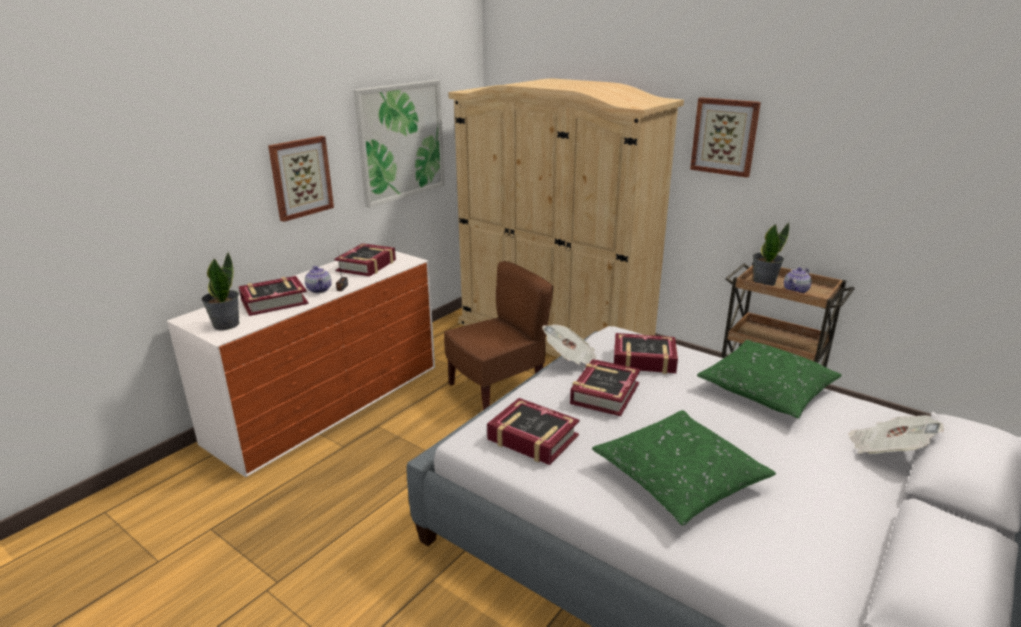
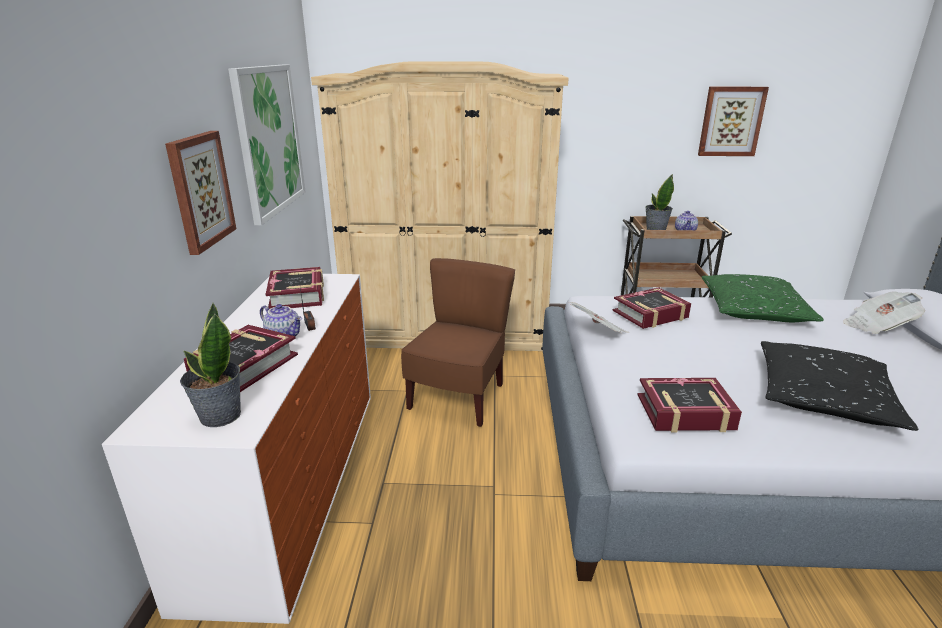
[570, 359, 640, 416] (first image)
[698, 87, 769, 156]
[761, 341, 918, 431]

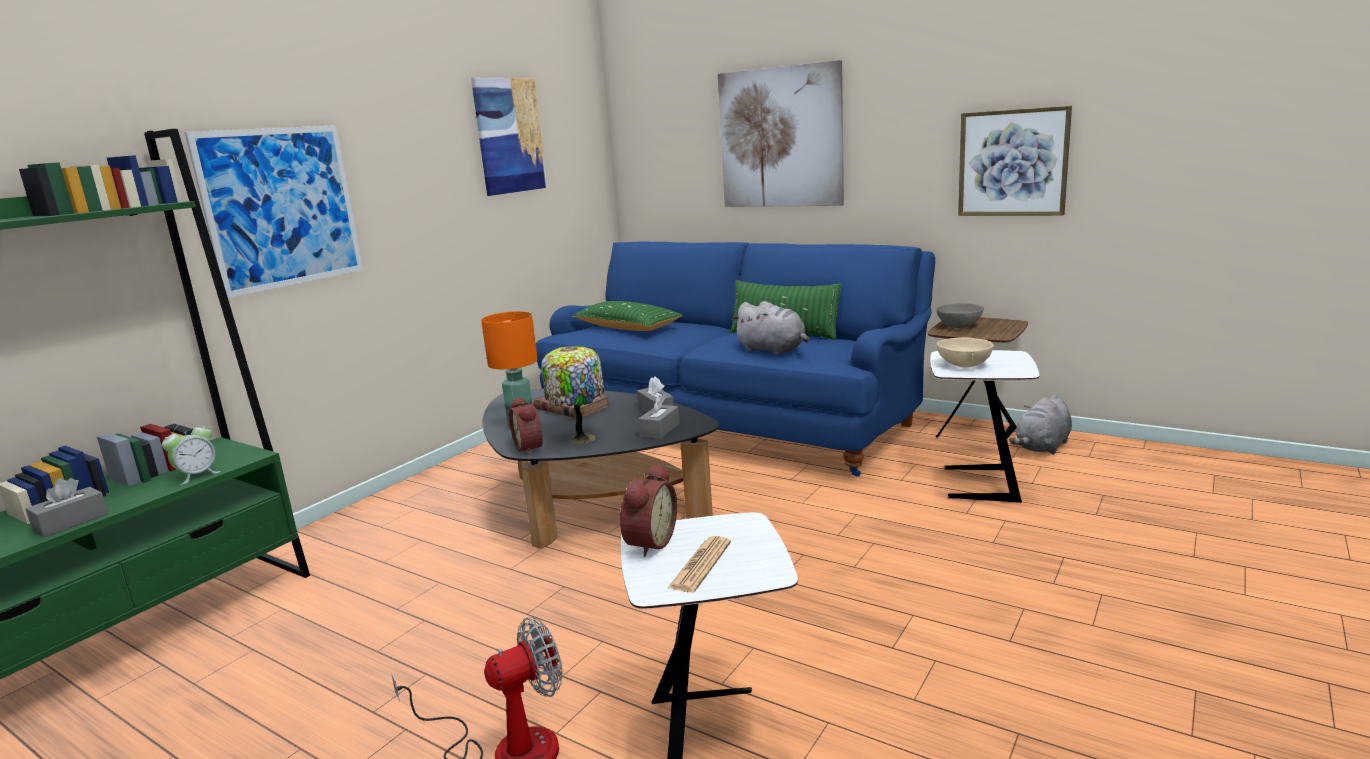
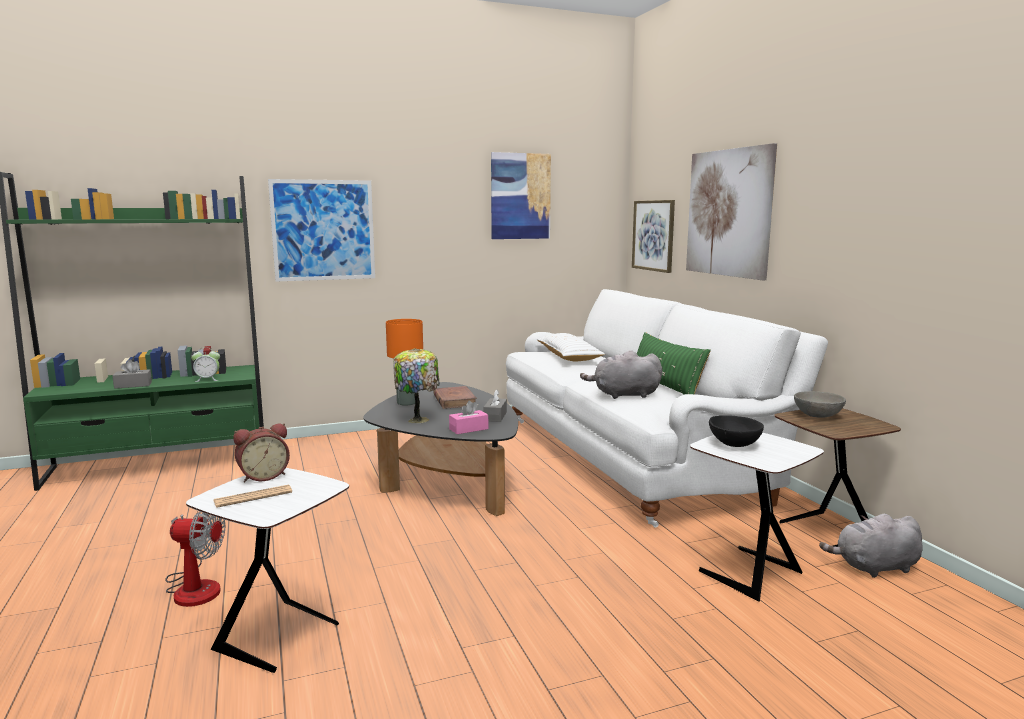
[509, 397, 543, 455] (first image)
[632, 200, 675, 273]
[506, 289, 828, 528]
[537, 333, 605, 361]
[449, 401, 488, 434]
[709, 416, 764, 447]
[580, 350, 662, 399]

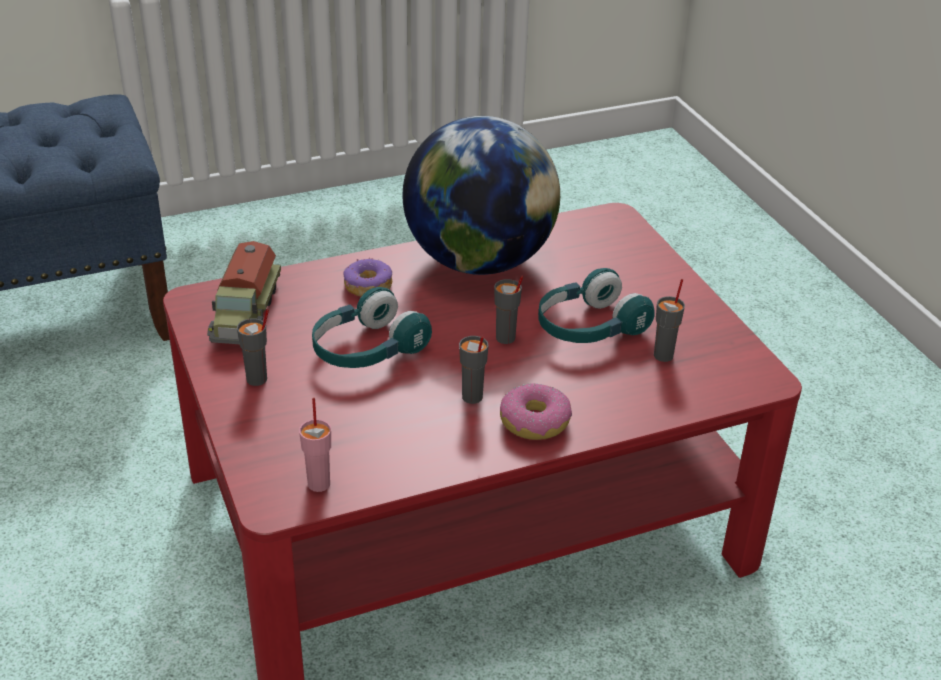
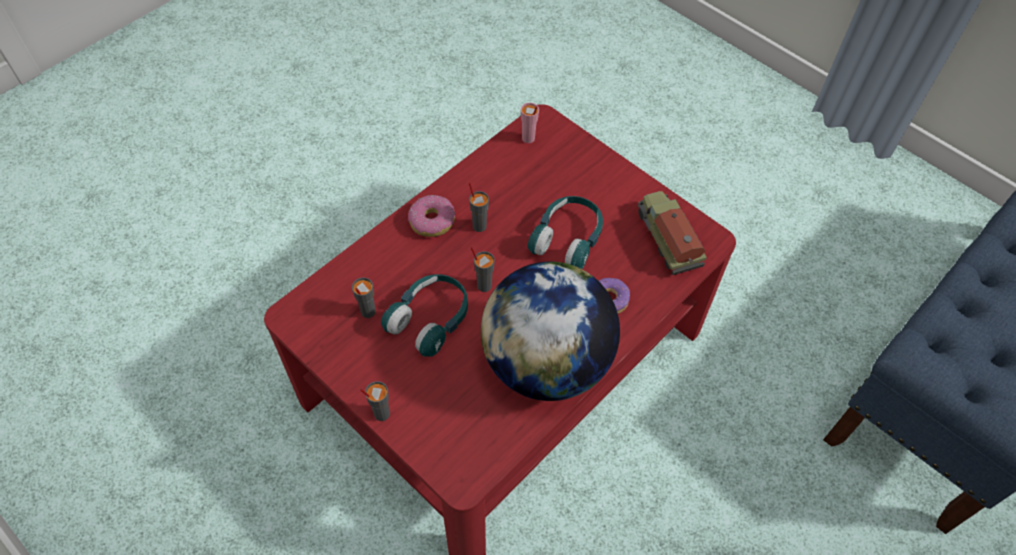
[360, 381, 390, 421]

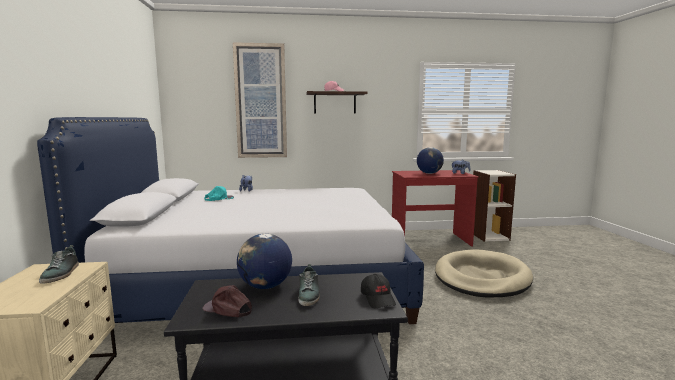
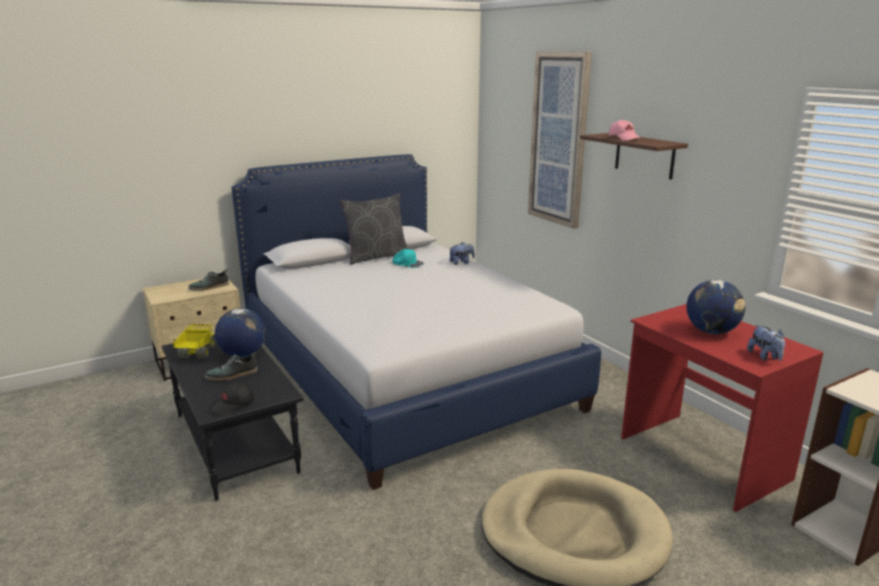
[340, 193, 408, 265]
[173, 324, 214, 358]

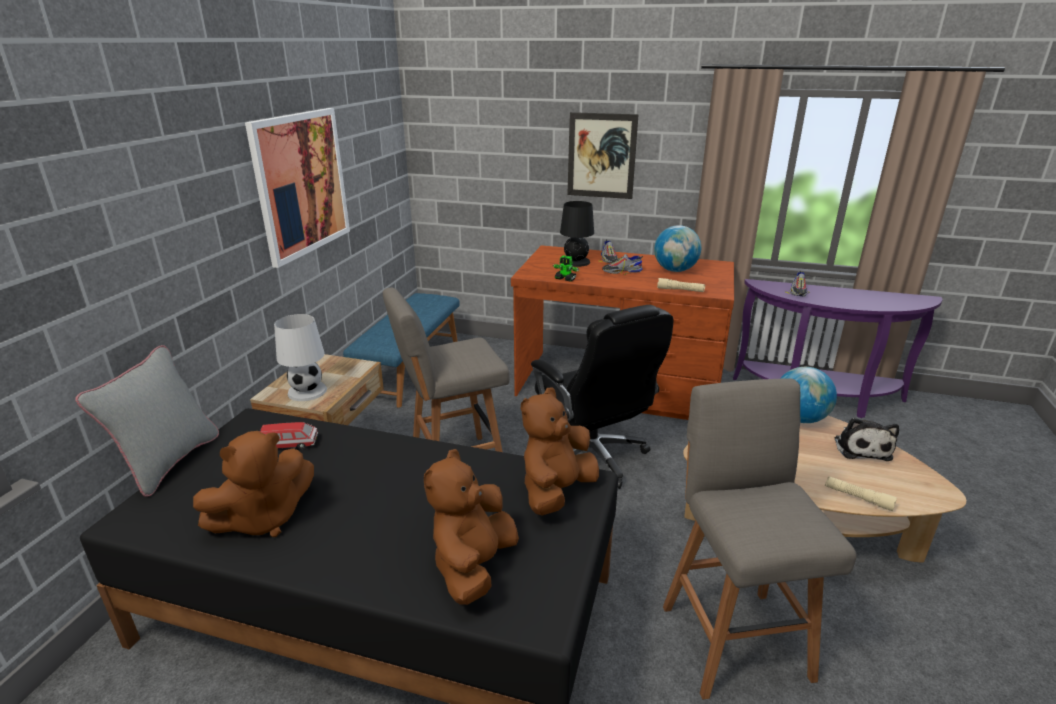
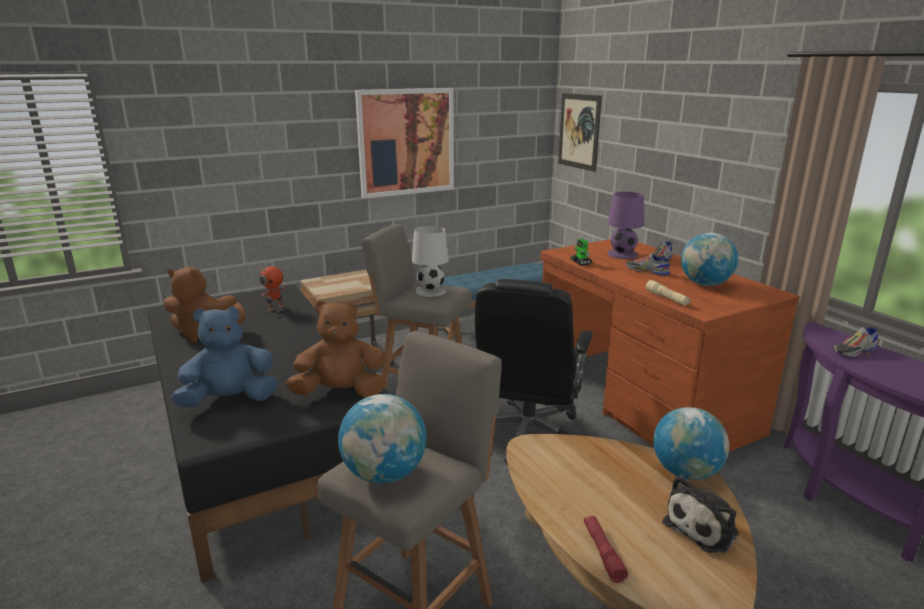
[75, 345, 219, 497] (first image)
[338, 394, 427, 484]
[412, 226, 449, 297]
[558, 93, 602, 172]
[258, 266, 285, 311]
[171, 306, 278, 407]
[608, 192, 644, 259]
[584, 516, 628, 583]

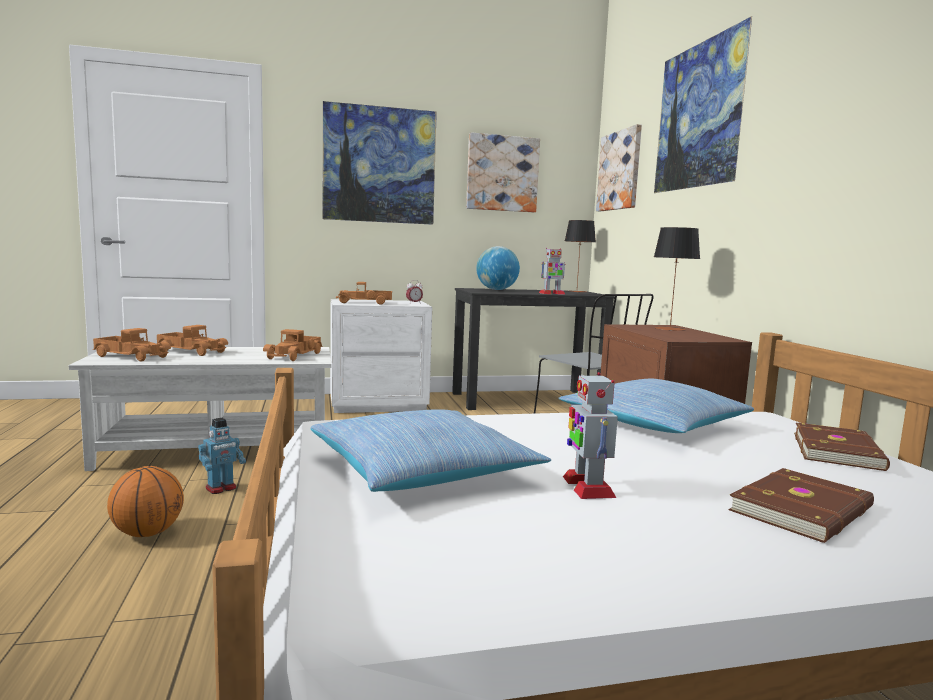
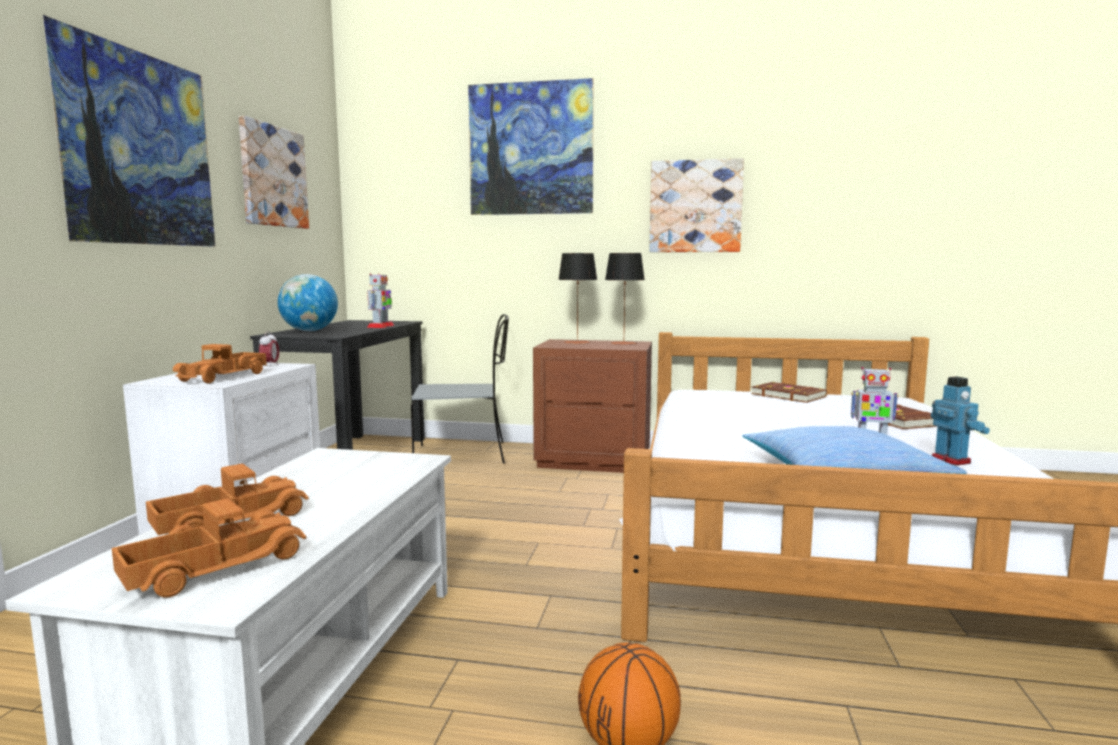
[263, 329, 323, 361] (first image)
[558, 379, 754, 433] (first image)
[931, 377, 990, 466]
[605, 253, 645, 345]
[649, 158, 744, 252]

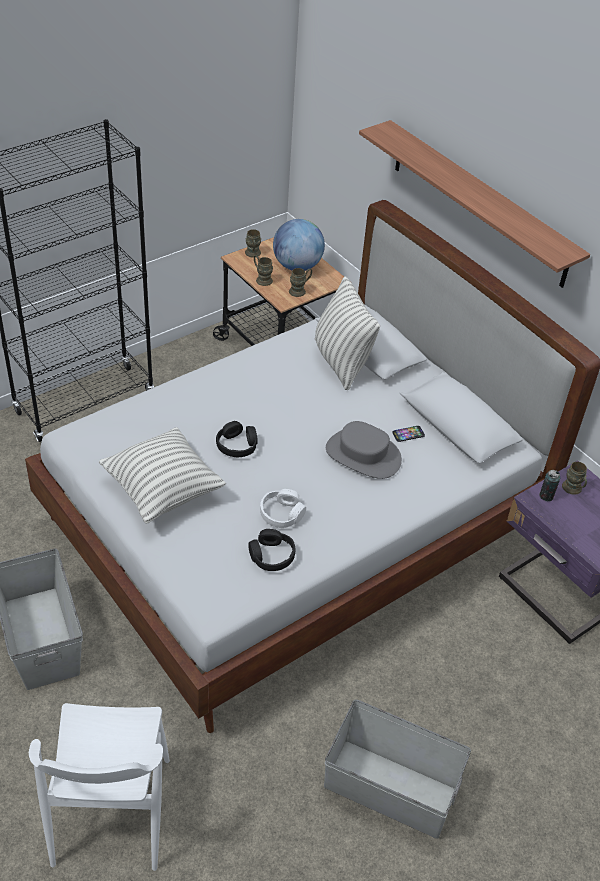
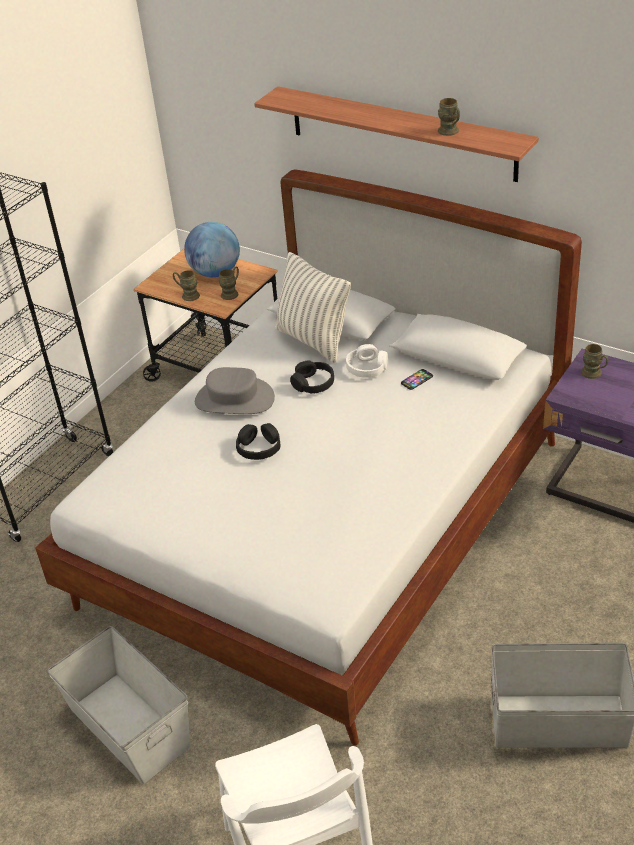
[99, 427, 226, 523] (first image)
[539, 470, 560, 501] (first image)
[438, 98, 460, 136]
[290, 361, 334, 394]
[346, 344, 388, 378]
[195, 367, 275, 414]

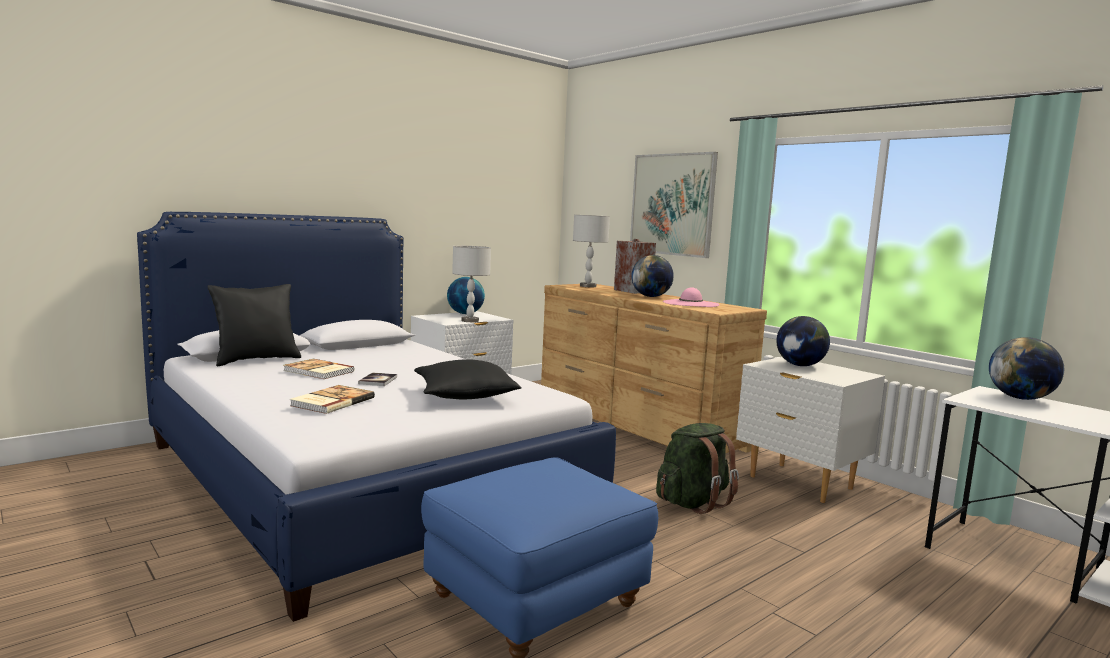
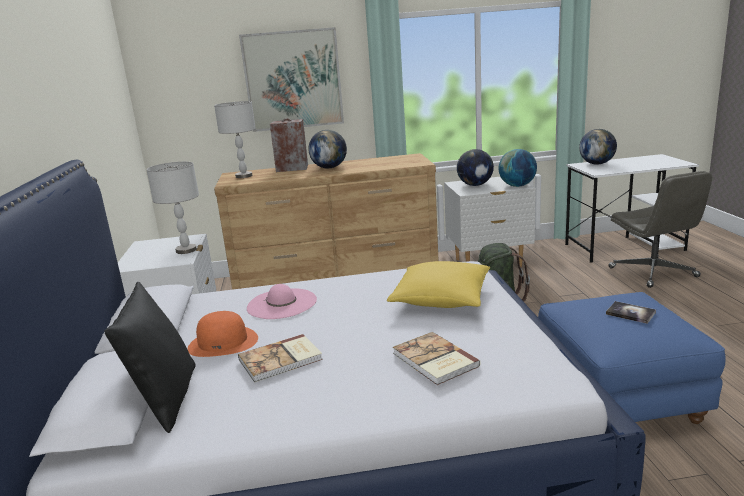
[188, 311, 258, 357]
[608, 171, 712, 288]
[606, 301, 656, 324]
[499, 149, 537, 187]
[247, 284, 317, 319]
[387, 261, 491, 308]

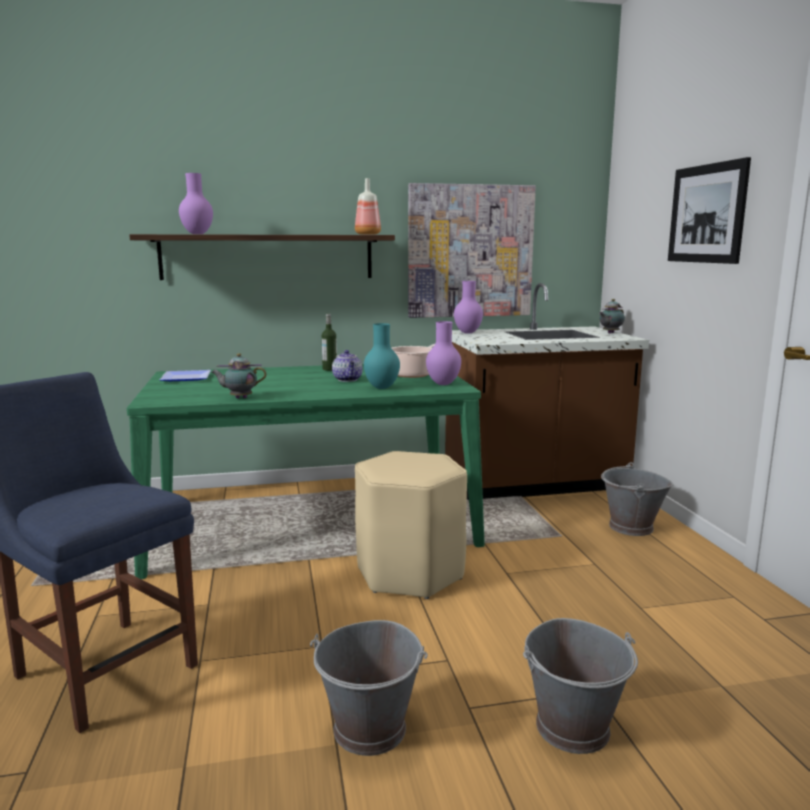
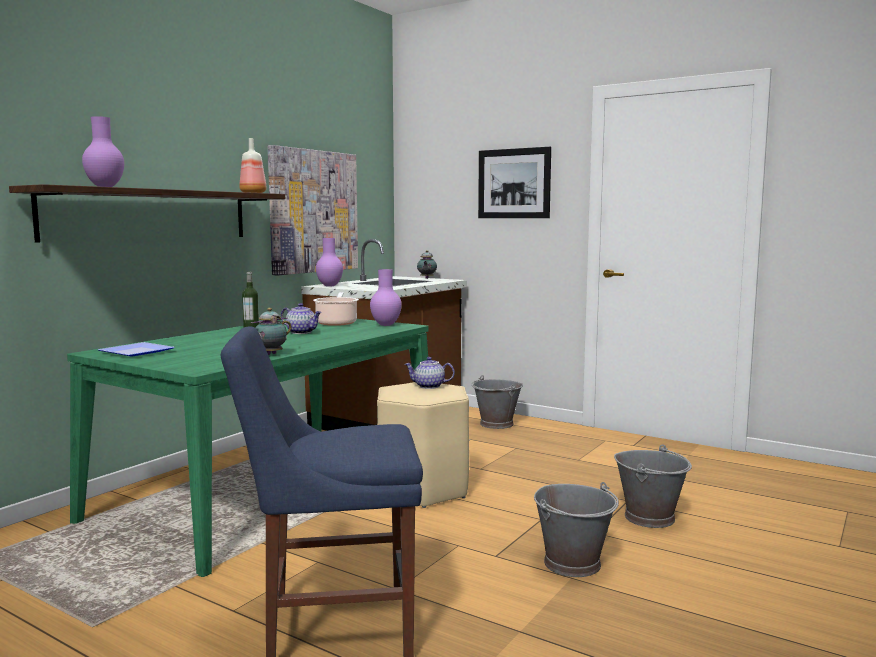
[364, 323, 400, 389] (first image)
[405, 357, 455, 389]

